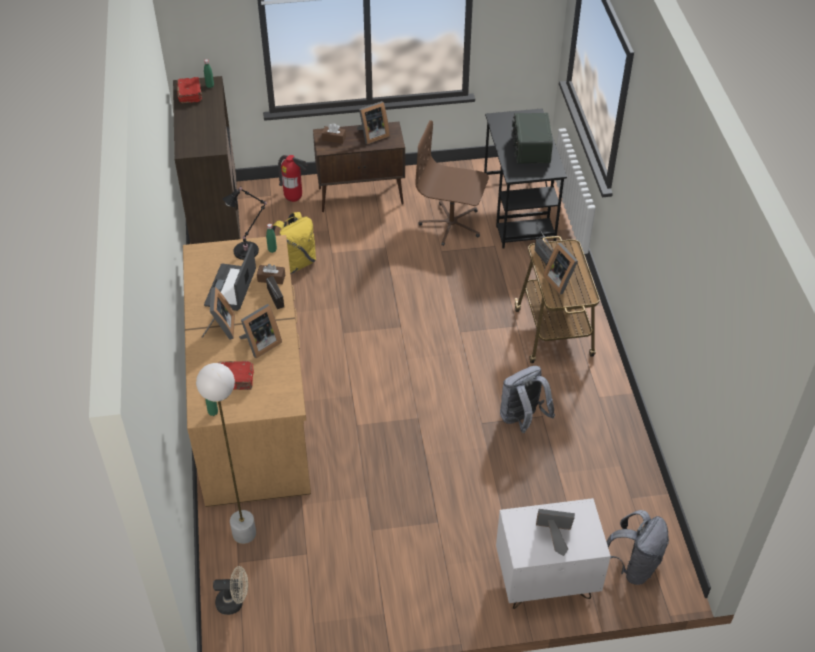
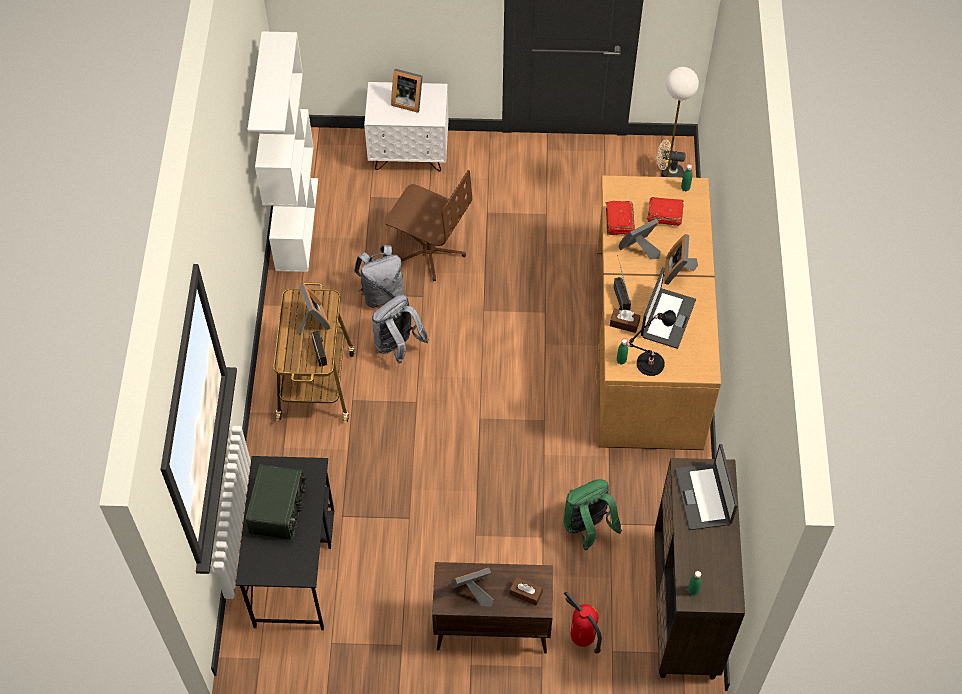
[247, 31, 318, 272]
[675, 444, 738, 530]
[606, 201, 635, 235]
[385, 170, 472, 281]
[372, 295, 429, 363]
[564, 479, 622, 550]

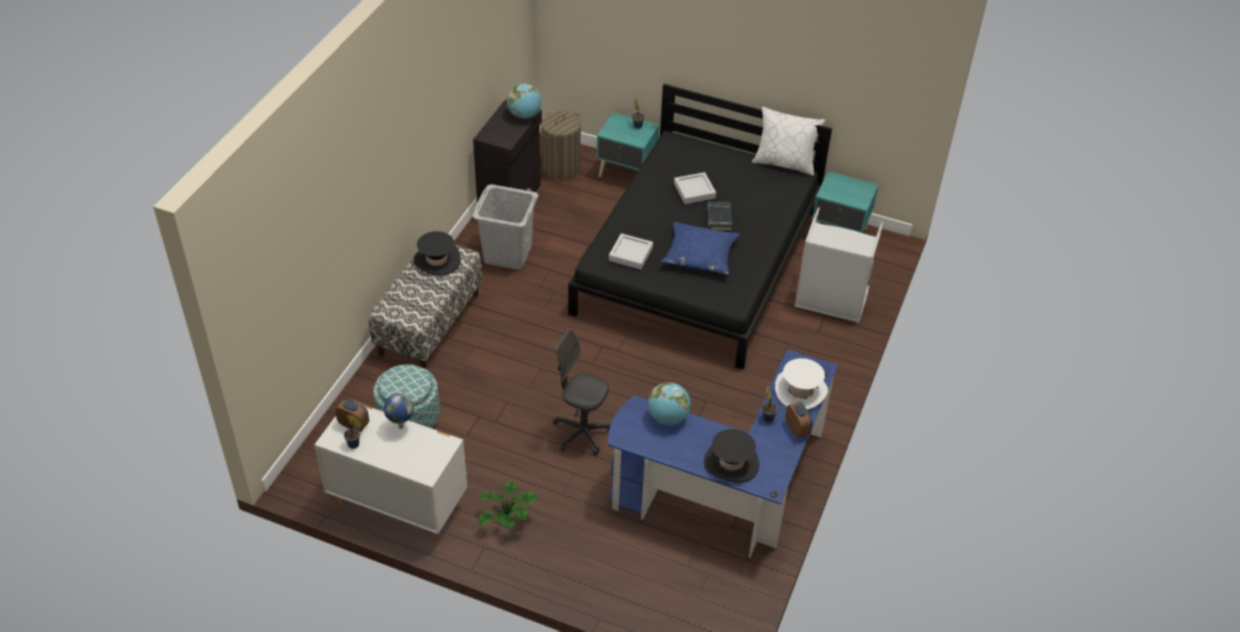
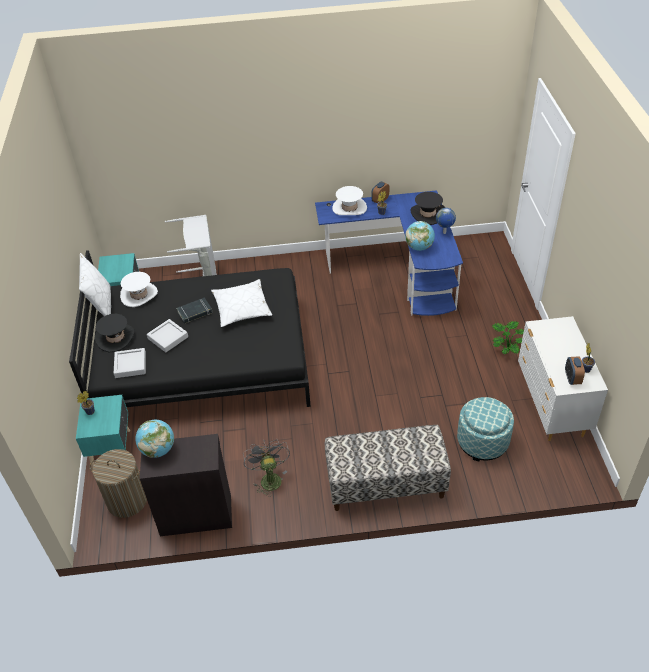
[553, 329, 611, 455] (first image)
[120, 272, 158, 307]
[436, 208, 456, 234]
[95, 314, 135, 352]
[114, 348, 146, 378]
[243, 440, 290, 497]
[211, 279, 272, 327]

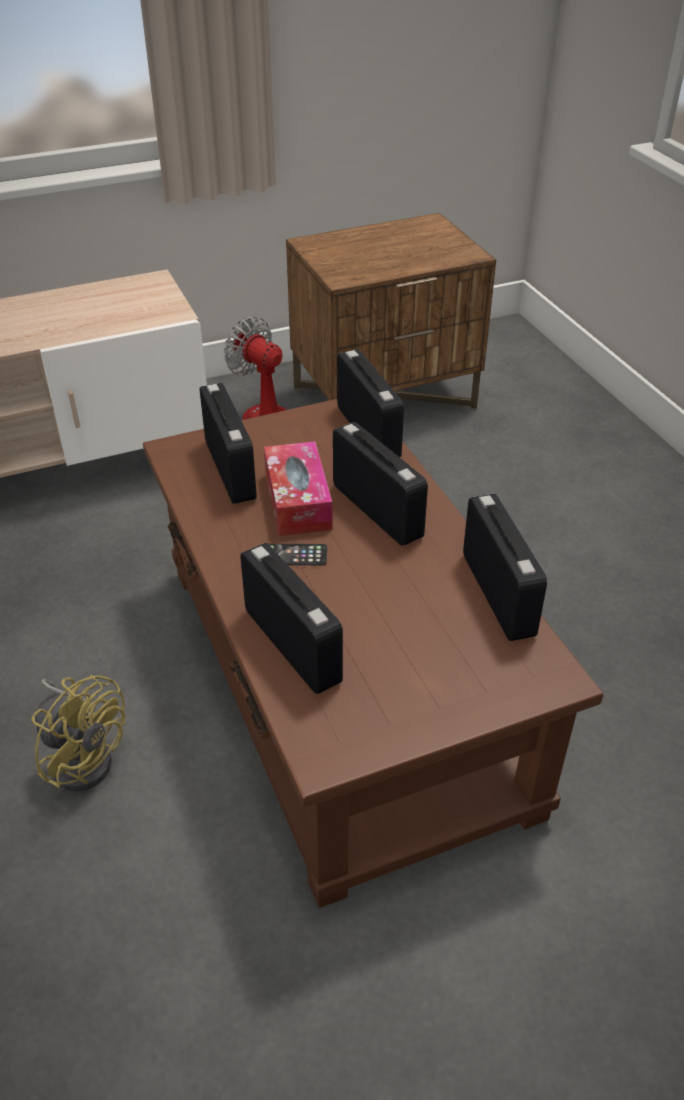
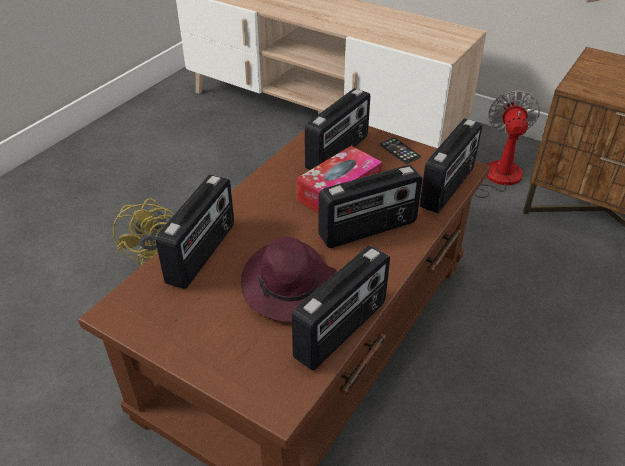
[241, 236, 337, 322]
[380, 138, 421, 164]
[318, 165, 423, 248]

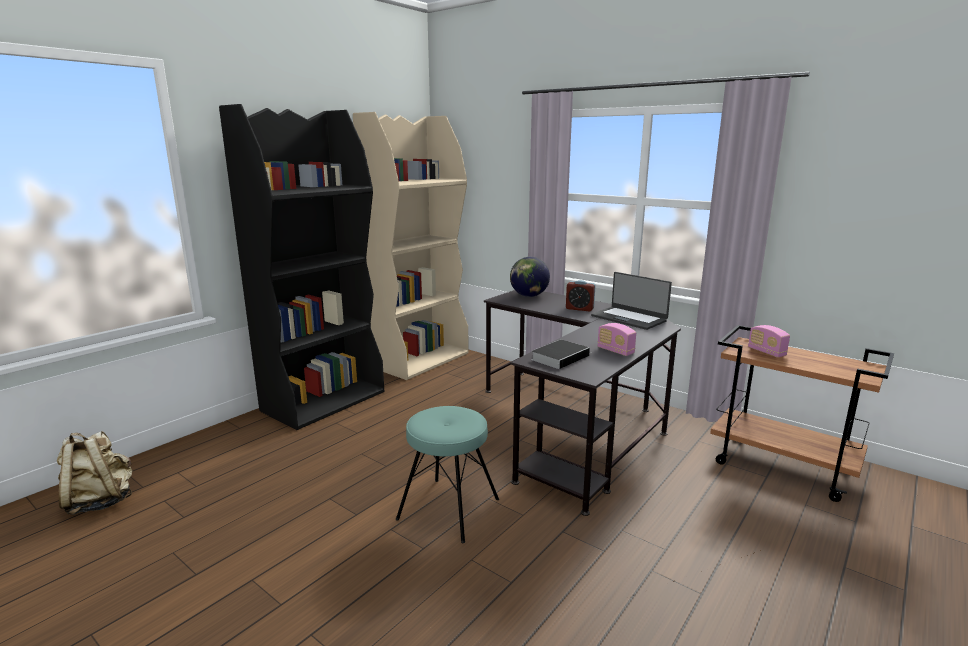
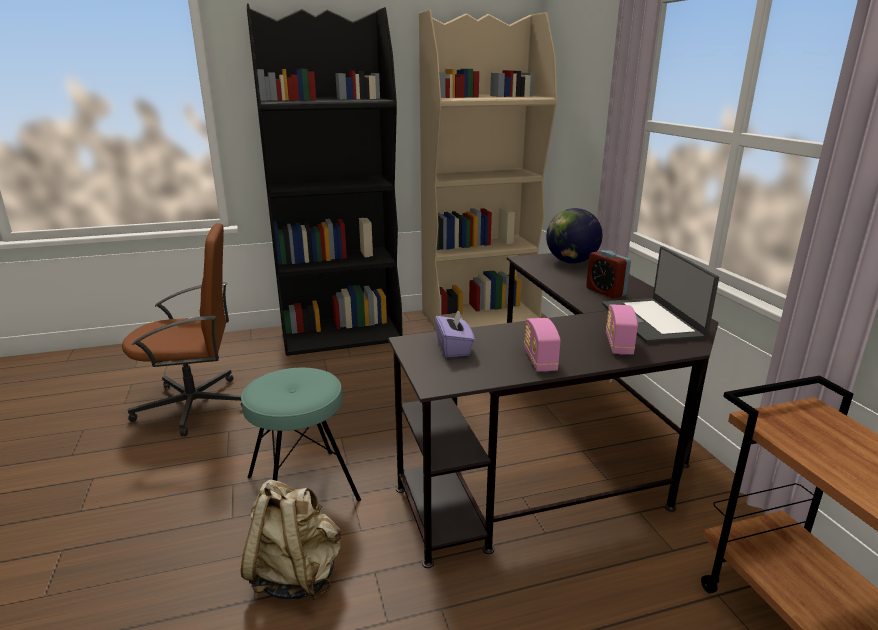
[122, 223, 242, 436]
[241, 479, 341, 600]
[606, 304, 638, 355]
[435, 310, 475, 357]

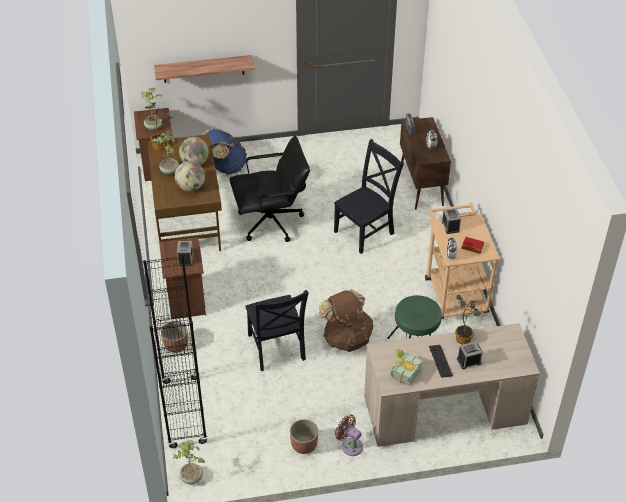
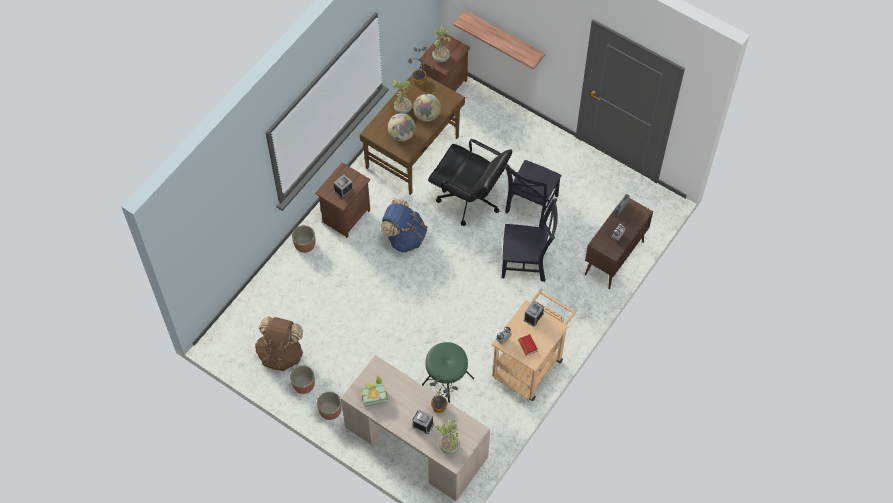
[143, 255, 208, 448] (first image)
[429, 345, 453, 378] (first image)
[436, 419, 460, 454]
[381, 200, 427, 253]
[505, 160, 562, 227]
[255, 317, 303, 371]
[317, 391, 342, 420]

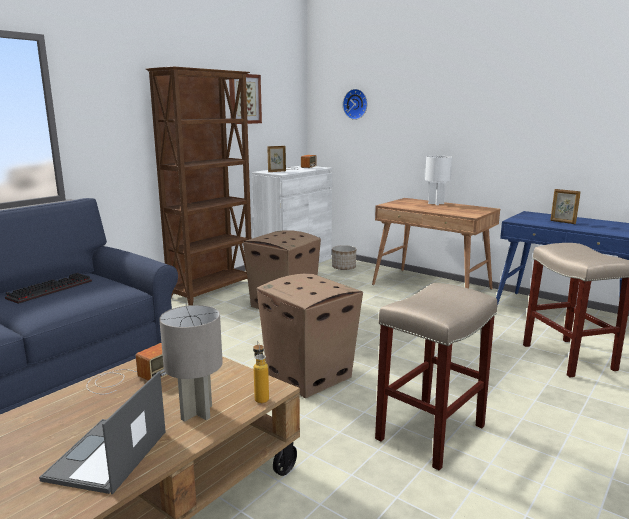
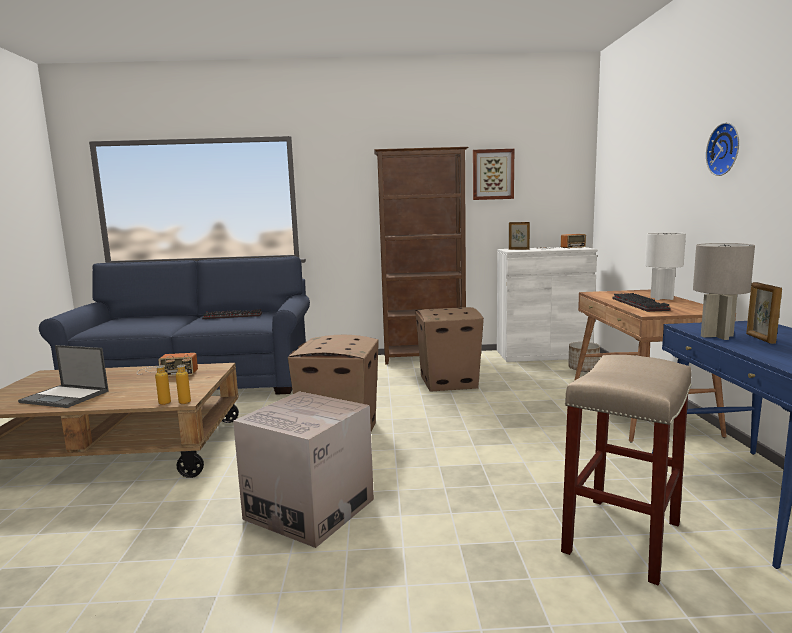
[176, 354, 191, 404]
[613, 293, 671, 312]
[693, 243, 755, 340]
[706, 122, 739, 176]
[233, 392, 374, 548]
[18, 345, 108, 408]

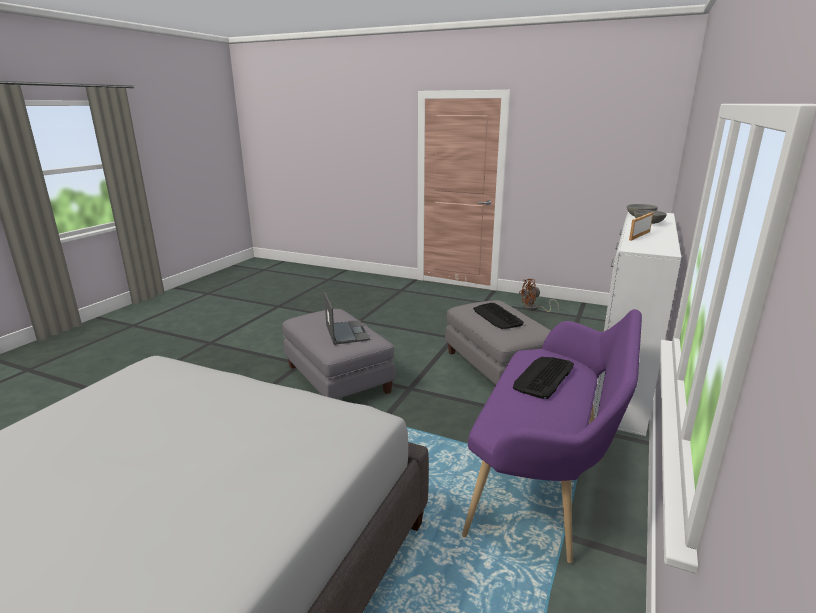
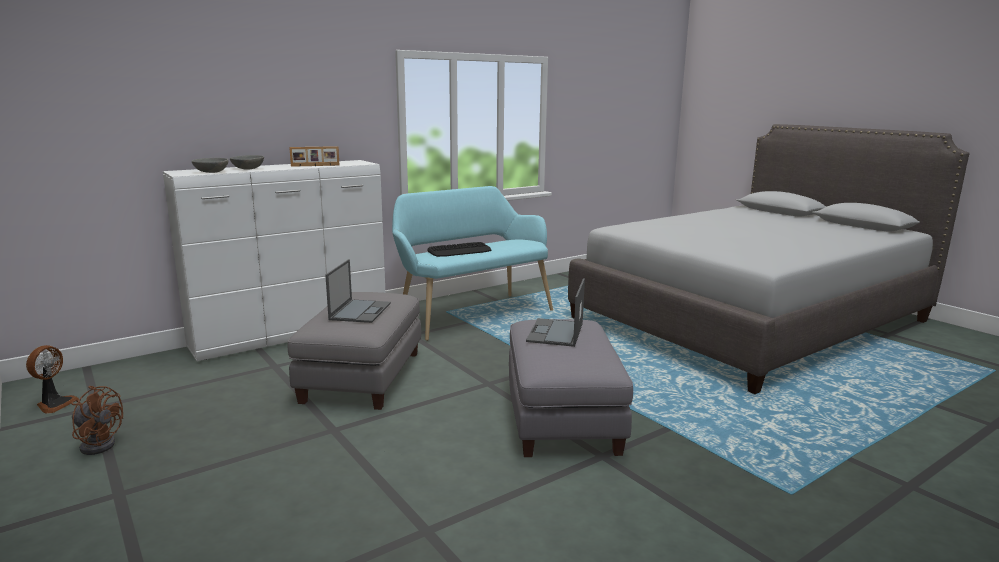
[26, 345, 79, 414]
[325, 259, 391, 323]
[392, 186, 553, 341]

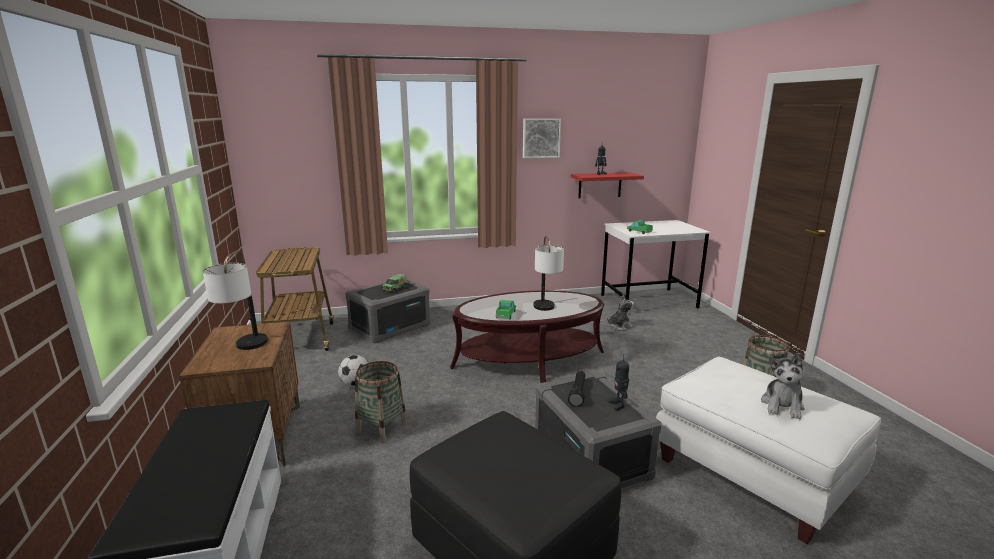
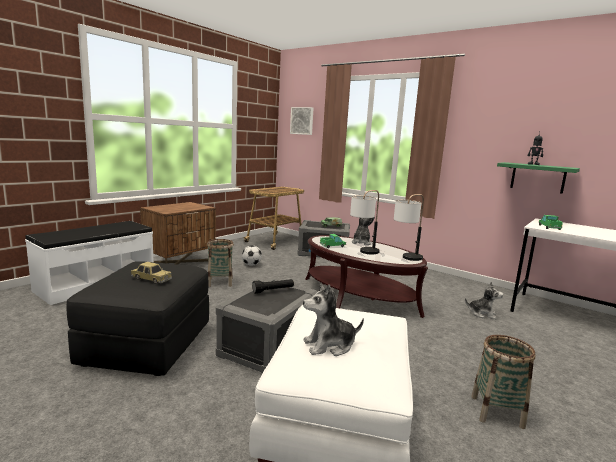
[609, 354, 629, 411] (first image)
[131, 262, 172, 284]
[352, 217, 375, 245]
[394, 194, 424, 261]
[290, 107, 314, 135]
[497, 162, 580, 194]

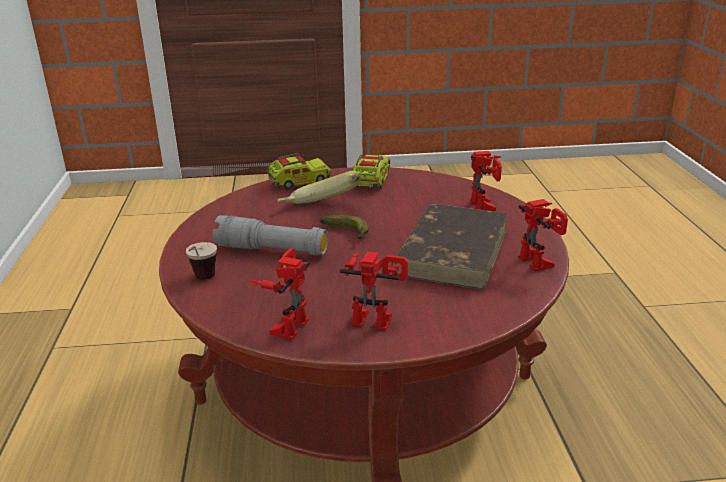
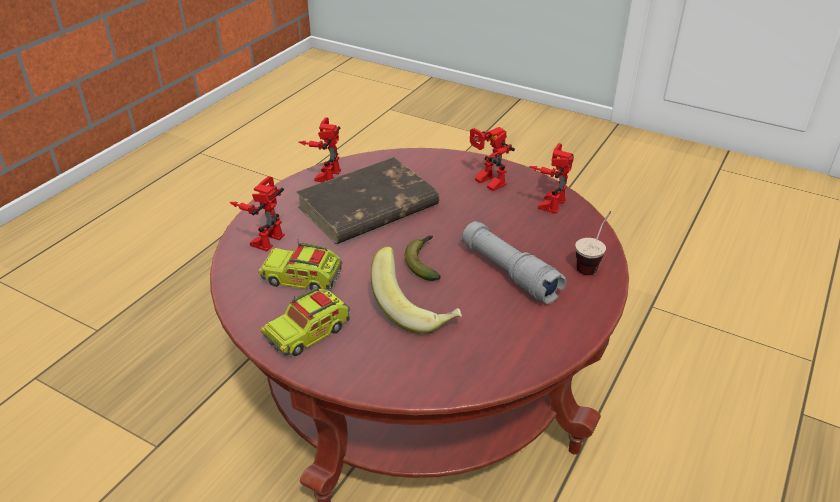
[258, 242, 343, 290]
[529, 143, 574, 214]

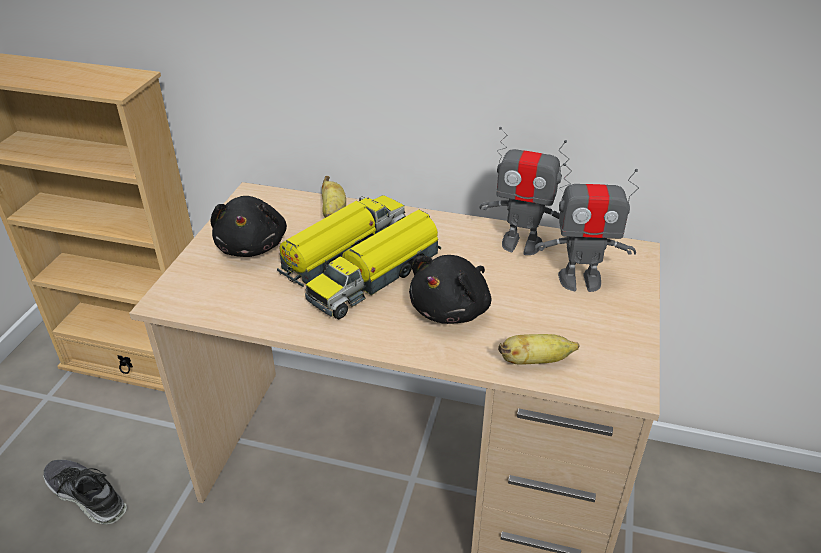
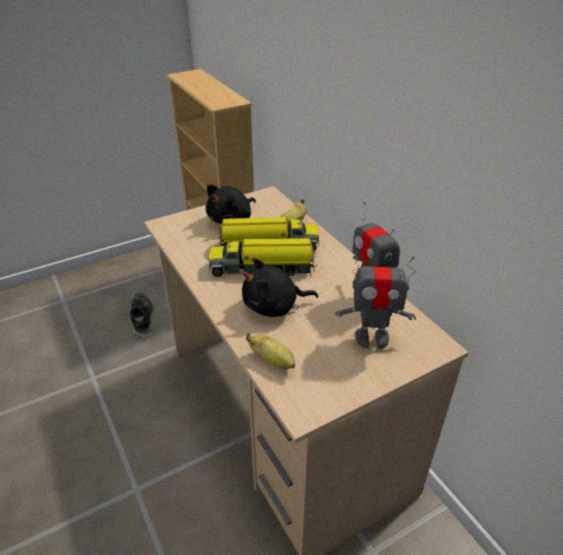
[336, 252, 416, 349]

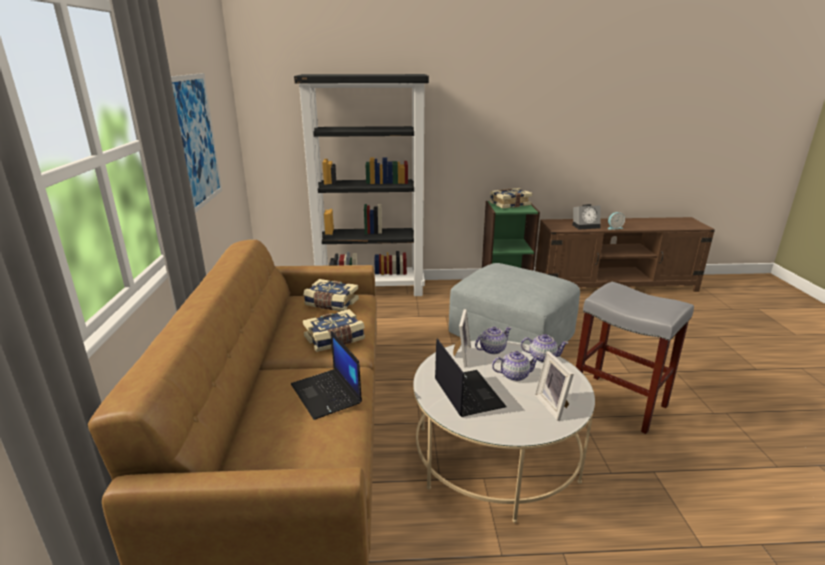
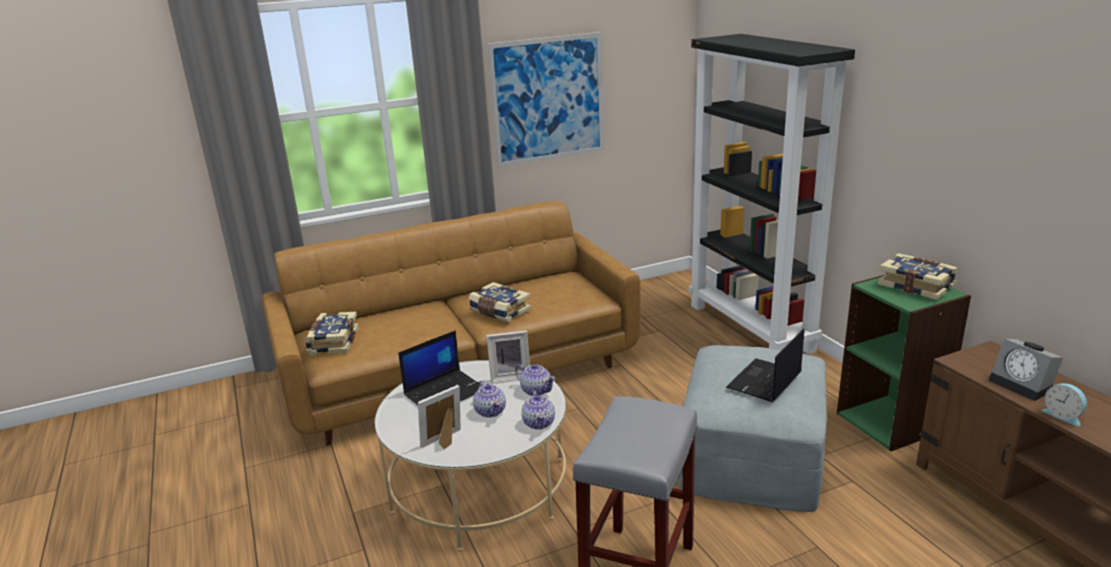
[726, 328, 804, 402]
[305, 312, 359, 355]

